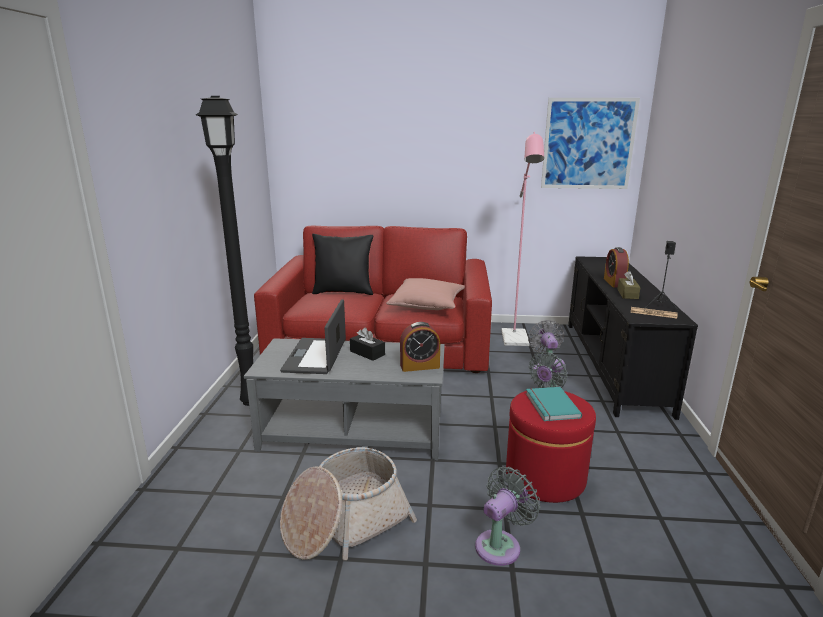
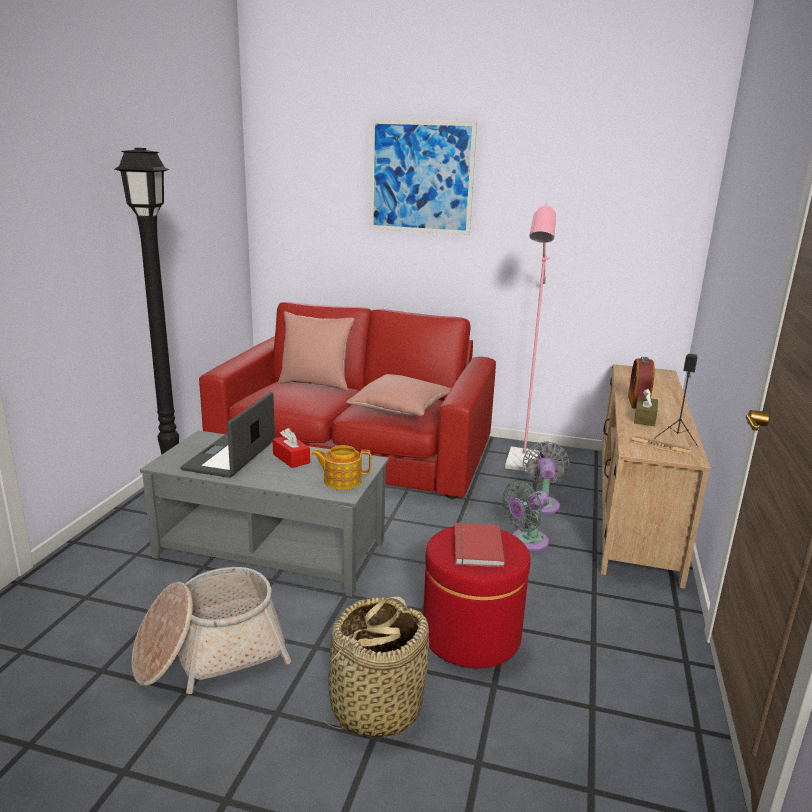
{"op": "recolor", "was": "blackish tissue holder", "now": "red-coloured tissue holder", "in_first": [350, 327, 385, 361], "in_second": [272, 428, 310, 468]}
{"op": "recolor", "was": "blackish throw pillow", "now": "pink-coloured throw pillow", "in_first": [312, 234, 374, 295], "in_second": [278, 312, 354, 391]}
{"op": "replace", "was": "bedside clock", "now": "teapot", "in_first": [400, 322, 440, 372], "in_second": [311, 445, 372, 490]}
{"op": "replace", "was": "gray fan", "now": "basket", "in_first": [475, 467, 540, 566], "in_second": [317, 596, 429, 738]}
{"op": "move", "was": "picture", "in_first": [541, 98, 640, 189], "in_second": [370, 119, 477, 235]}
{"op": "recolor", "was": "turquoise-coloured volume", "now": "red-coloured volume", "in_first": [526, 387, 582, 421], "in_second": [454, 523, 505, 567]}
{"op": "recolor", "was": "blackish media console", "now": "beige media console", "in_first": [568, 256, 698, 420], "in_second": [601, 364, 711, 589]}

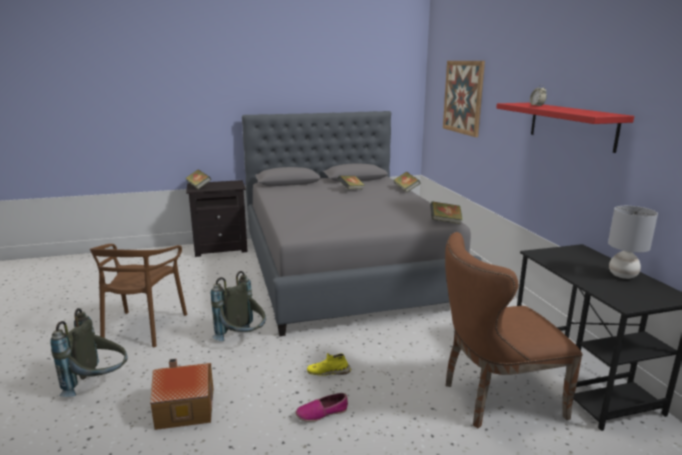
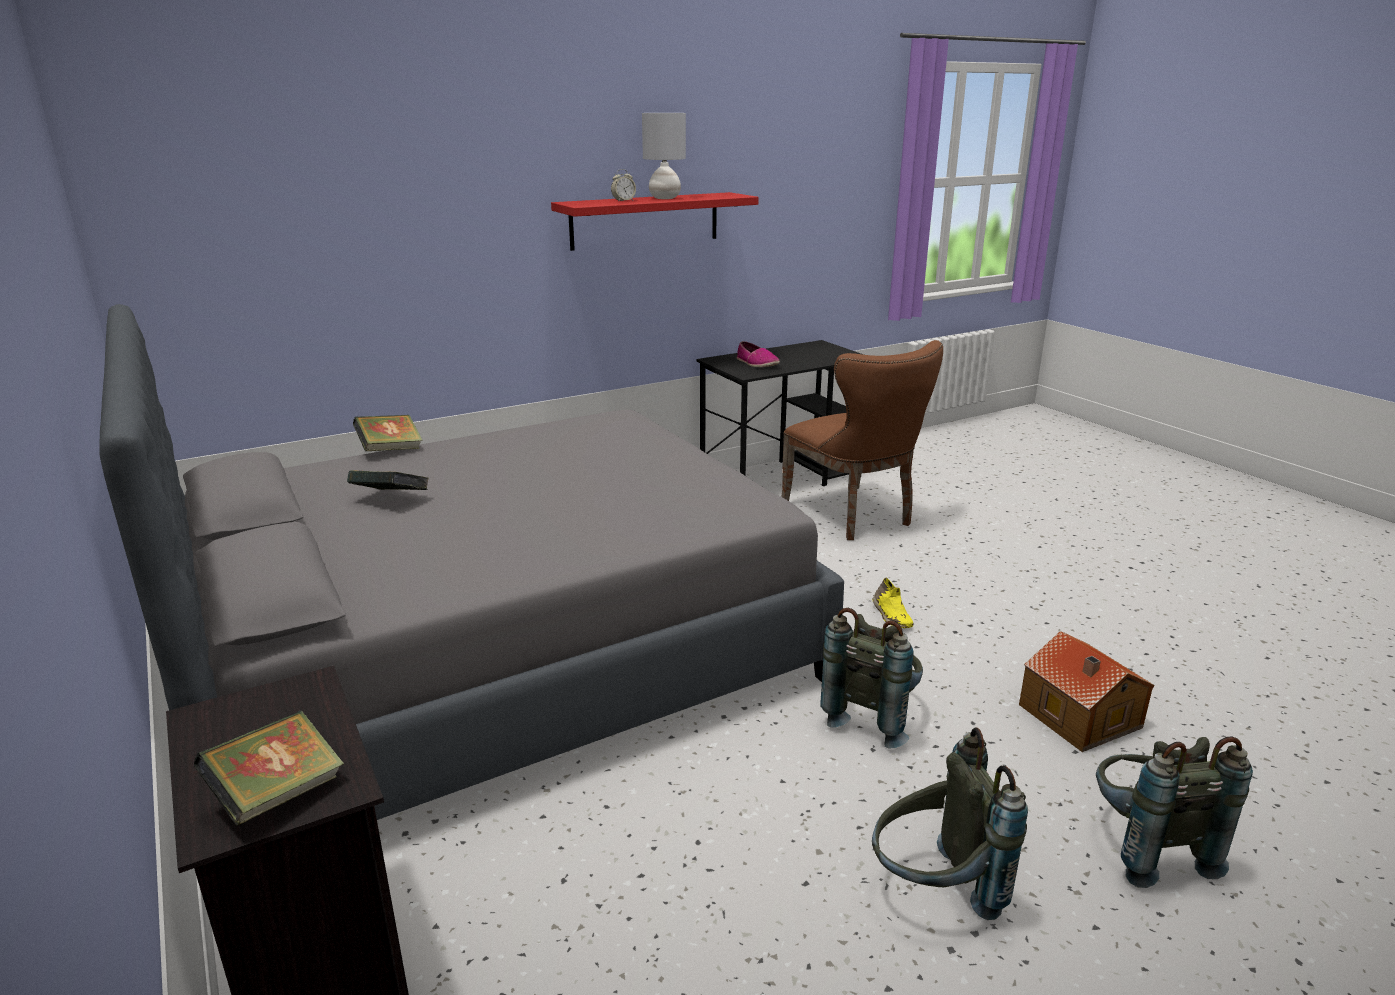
{"op": "move", "was": "gray lamp for a table", "in_first": [608, 206, 658, 279], "in_second": [642, 113, 686, 199]}
{"op": "move", "was": "shoe", "in_first": [295, 393, 348, 422], "in_second": [737, 341, 780, 367]}
{"op": "replace", "was": "brown-coloured chair", "now": "gray knapsack", "in_first": [90, 244, 187, 347], "in_second": [872, 727, 1028, 920]}
{"op": "delete", "was": "volume", "in_first": [430, 201, 463, 224]}
{"op": "delete", "was": "picture", "in_first": [443, 61, 485, 137]}

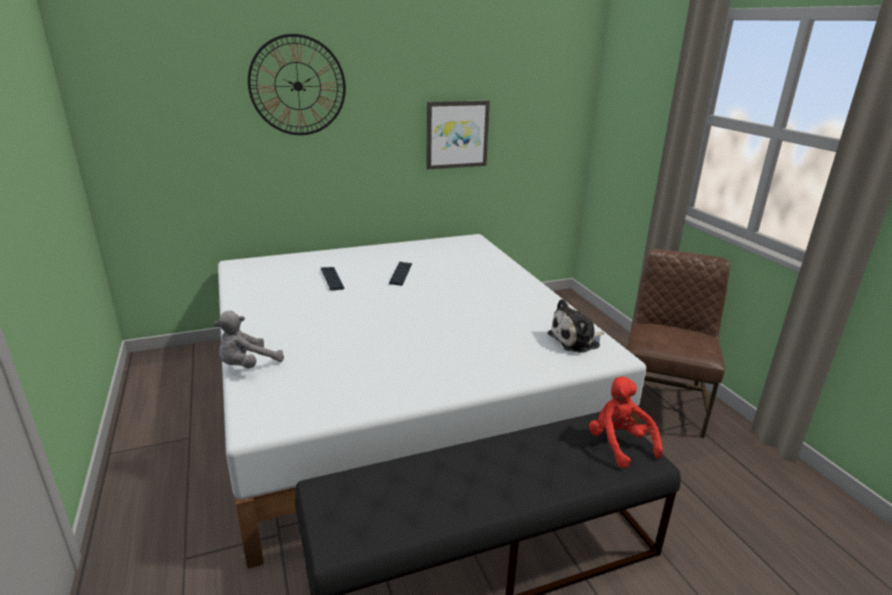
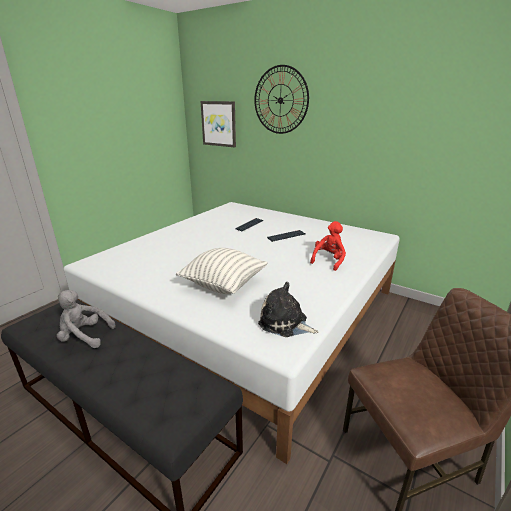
{"op": "move", "was": "gray plush toy", "in_first": [214, 310, 284, 369], "in_second": [57, 290, 116, 348]}
{"op": "insert", "now": "throw pillow", "in_second": [176, 248, 268, 294]}
{"op": "move", "was": "picture", "in_first": [426, 100, 490, 169], "in_second": [201, 101, 236, 147]}
{"op": "move", "was": "red-coloured plush toy", "in_first": [589, 377, 663, 468], "in_second": [310, 221, 346, 271]}

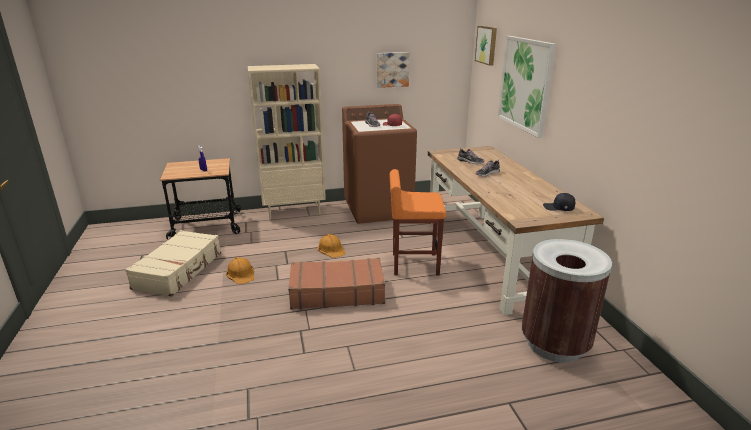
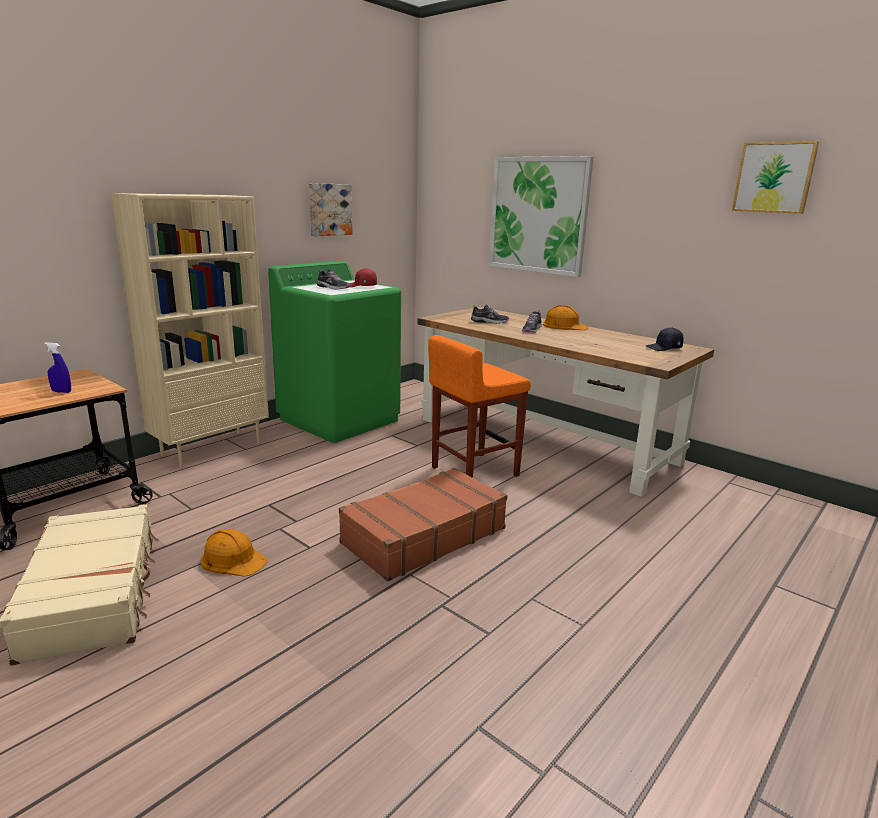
{"op": "recolor", "was": "brown-coloured laundry machine", "now": "green-coloured laundry machine", "in_first": [342, 104, 417, 224], "in_second": [268, 261, 401, 443]}
{"op": "move", "was": "orange hard hat", "in_first": [318, 234, 346, 258], "in_second": [543, 305, 589, 330]}
{"op": "move", "was": "picture", "in_first": [475, 26, 497, 66], "in_second": [732, 141, 819, 214]}
{"op": "delete", "was": "brown-coloured waste bin", "in_first": [522, 239, 612, 363]}

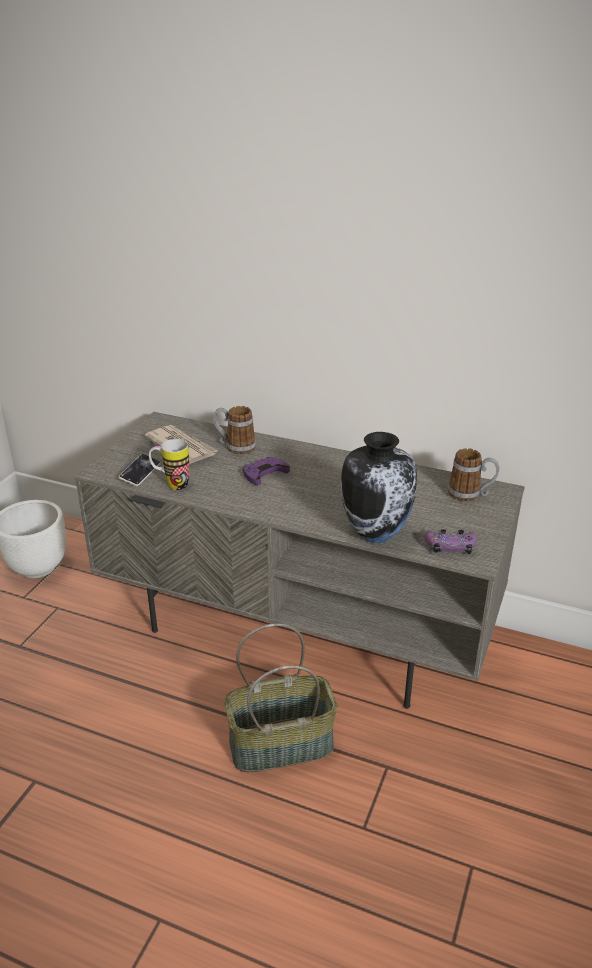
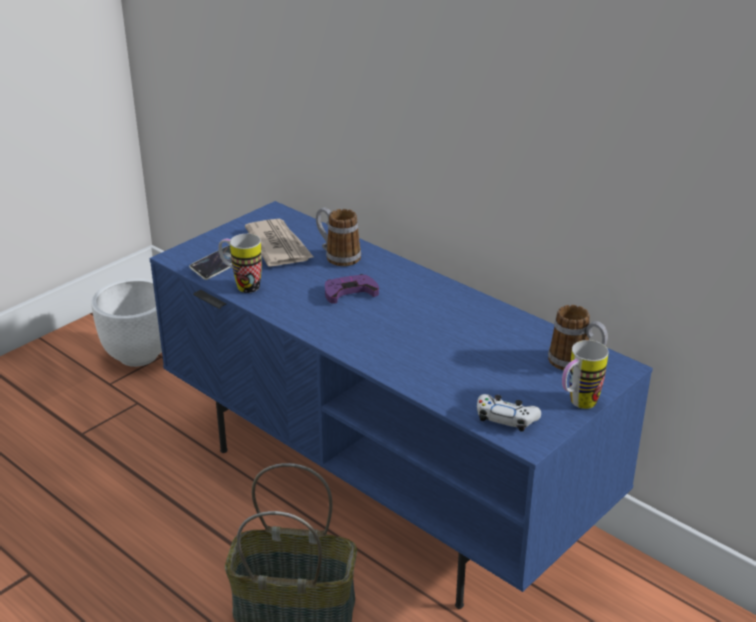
{"op": "recolor", "was": "gray media console", "now": "blue media console", "in_first": [75, 412, 525, 709], "in_second": [149, 201, 653, 609]}
{"op": "recolor", "was": "purplish joypad", "now": "whitish joypad", "in_first": [424, 529, 477, 554], "in_second": [477, 394, 541, 432]}
{"op": "insert", "now": "mug", "in_second": [562, 340, 609, 409]}
{"op": "delete", "was": "vase", "in_first": [341, 432, 417, 543]}

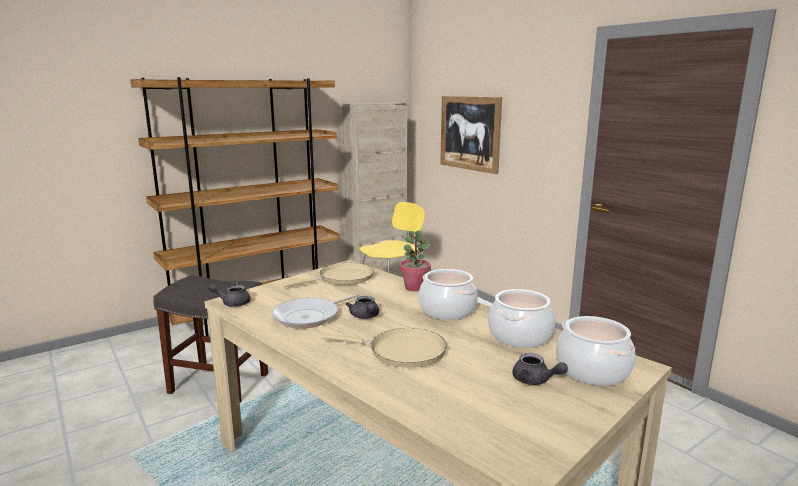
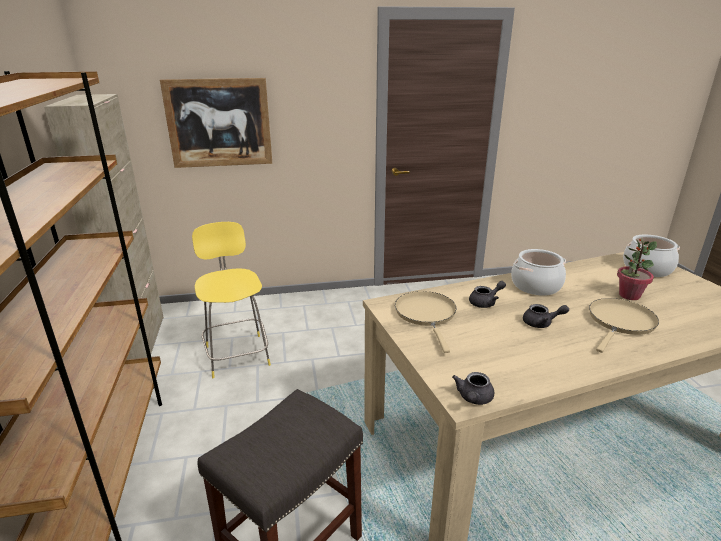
{"op": "move", "was": "gray teapot", "in_first": [512, 353, 568, 385], "in_second": [469, 281, 506, 308]}
{"op": "move", "was": "houseplant", "in_first": [399, 230, 431, 291], "in_second": [617, 238, 657, 300]}
{"op": "delete", "was": "skillet", "in_first": [272, 294, 360, 329]}
{"op": "delete", "was": "saucepot", "in_first": [488, 289, 555, 348]}

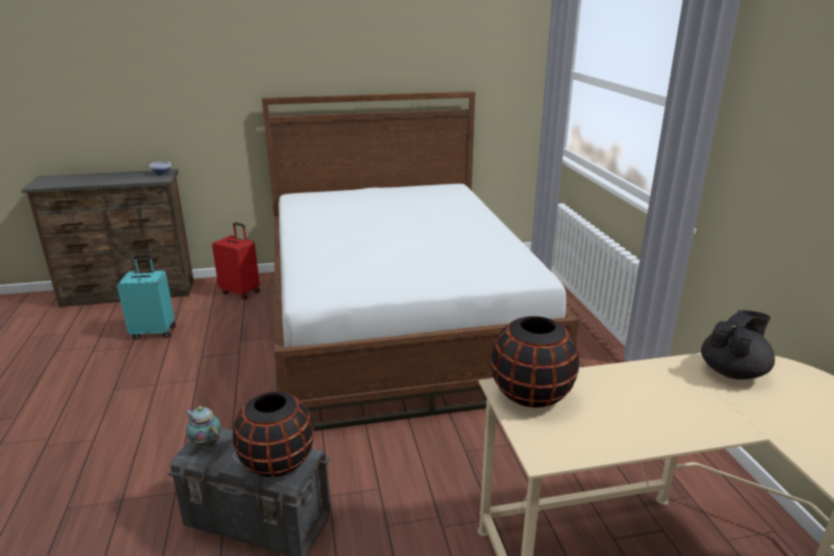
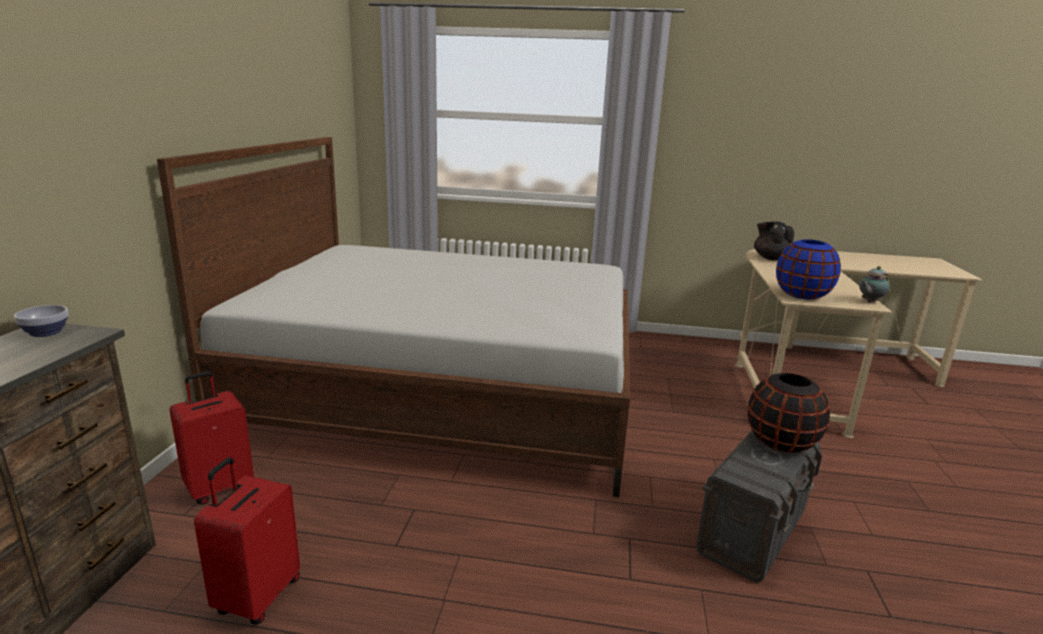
{"op": "recolor", "was": "turquoise-coloured suitcase", "now": "red-coloured suitcase", "in_first": [117, 255, 176, 339], "in_second": [194, 457, 300, 624]}
{"op": "recolor", "was": "blackish vase", "now": "blue vase", "in_first": [491, 316, 579, 408], "in_second": [776, 239, 841, 300]}
{"op": "move", "was": "teapot", "in_first": [185, 406, 221, 448], "in_second": [859, 266, 890, 302]}

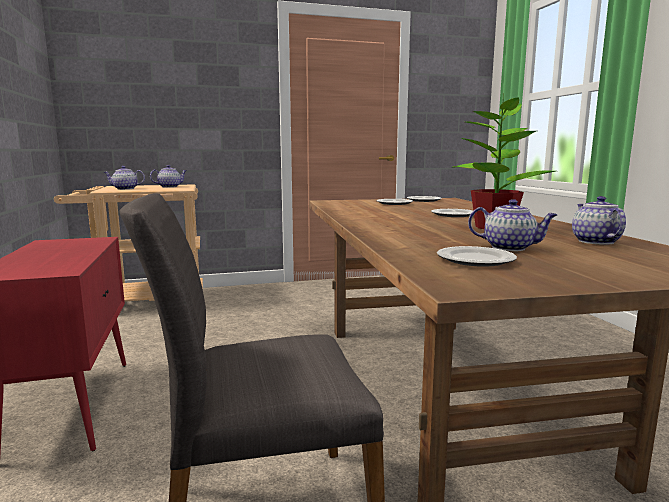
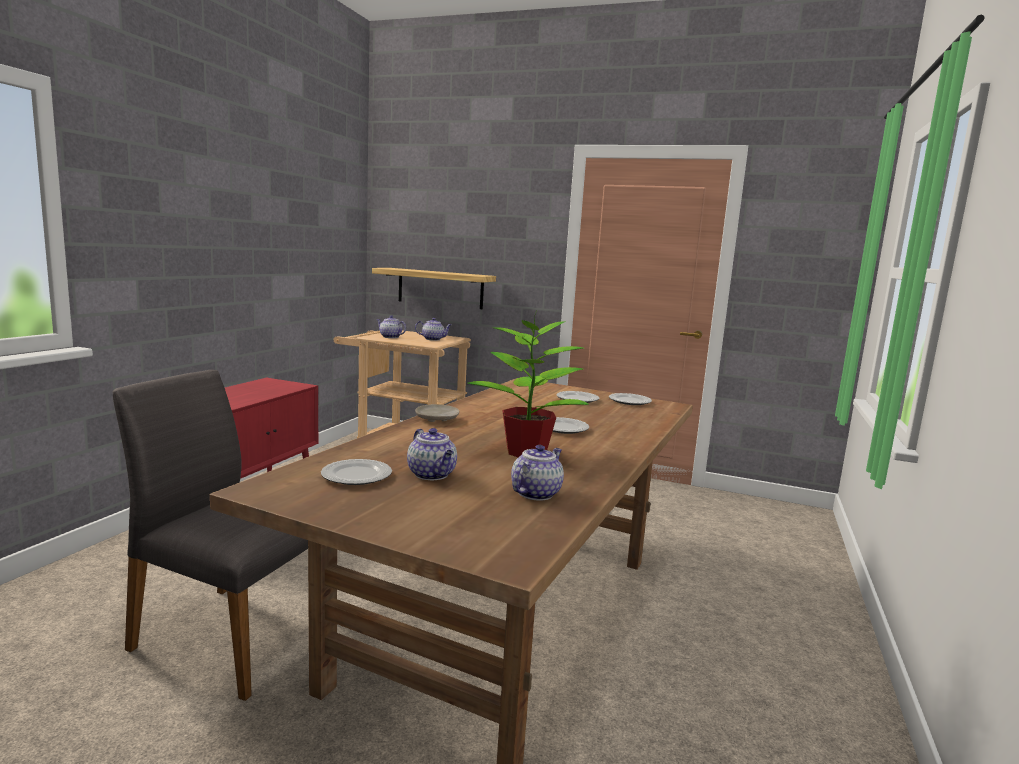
{"op": "insert", "now": "bracket shelf", "in_second": [372, 268, 496, 309]}
{"op": "insert", "now": "beige plate", "in_second": [415, 404, 460, 422]}

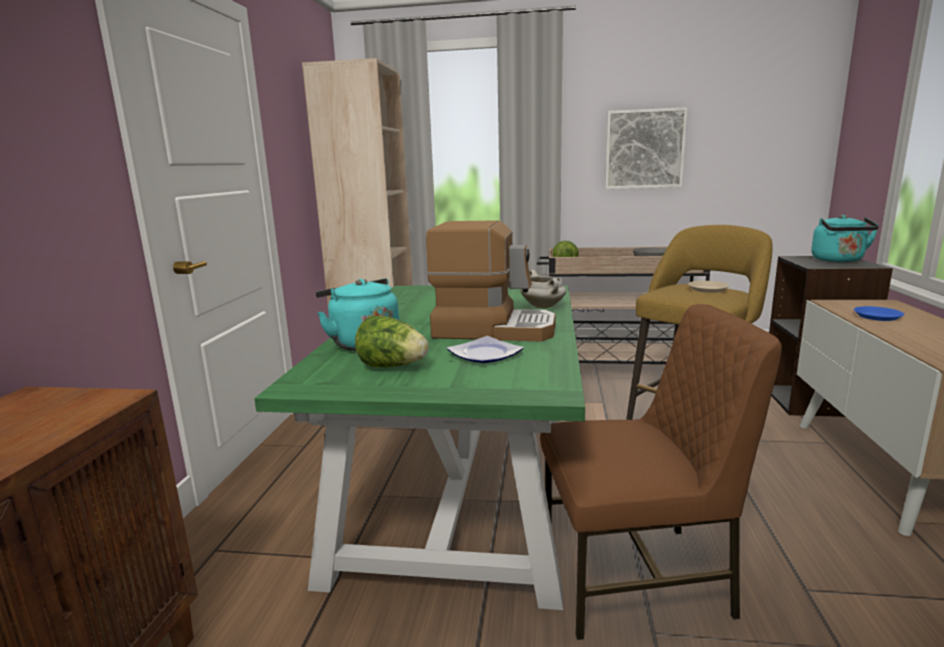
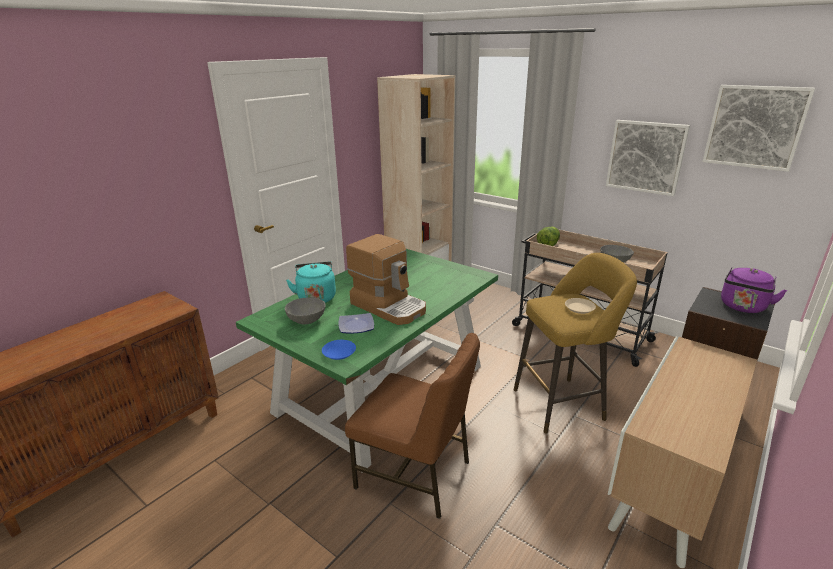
{"op": "replace", "was": "lettuce", "now": "gray deep dish", "in_first": [355, 316, 429, 367], "in_second": [285, 298, 326, 324]}
{"op": "move", "was": "blue plate", "in_first": [854, 306, 904, 321], "in_second": [322, 340, 356, 360]}
{"op": "insert", "now": "picture", "in_second": [702, 85, 815, 172]}
{"op": "recolor", "was": "turquoise-coloured water kettle", "now": "purplish water kettle", "in_first": [811, 215, 879, 262], "in_second": [721, 267, 787, 313]}
{"op": "delete", "was": "whitish saucepot", "in_first": [520, 270, 566, 308]}

